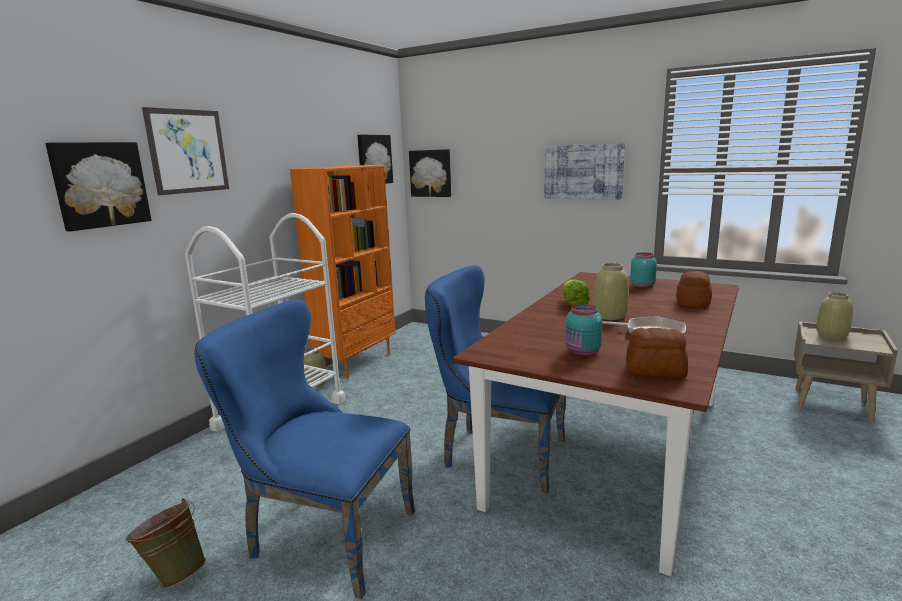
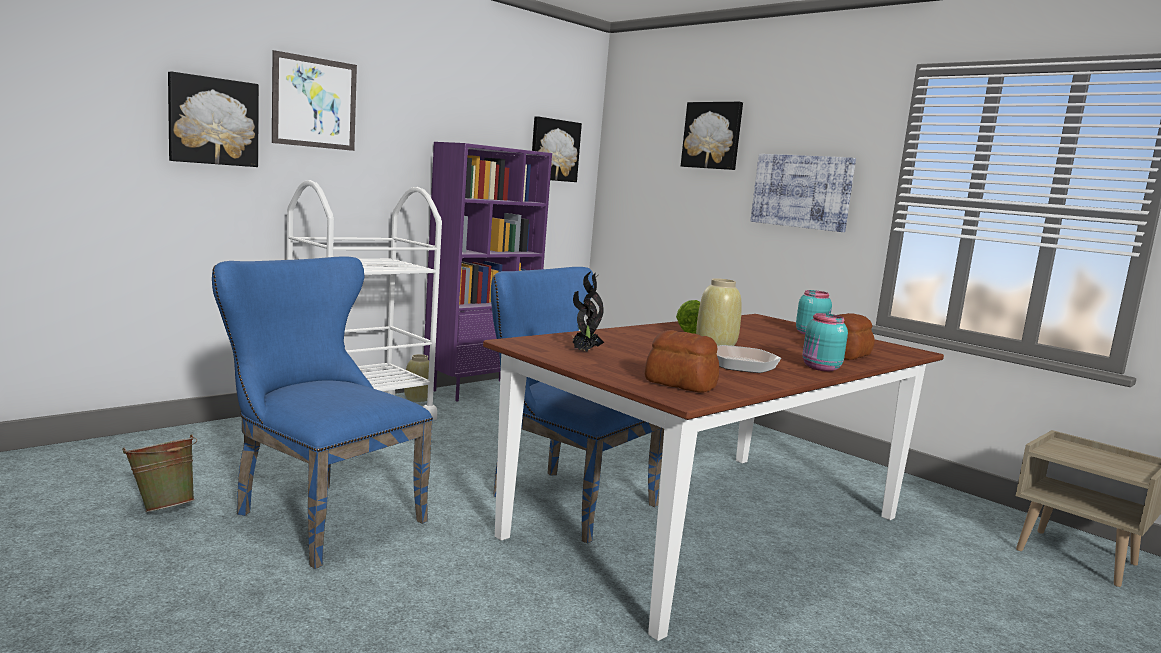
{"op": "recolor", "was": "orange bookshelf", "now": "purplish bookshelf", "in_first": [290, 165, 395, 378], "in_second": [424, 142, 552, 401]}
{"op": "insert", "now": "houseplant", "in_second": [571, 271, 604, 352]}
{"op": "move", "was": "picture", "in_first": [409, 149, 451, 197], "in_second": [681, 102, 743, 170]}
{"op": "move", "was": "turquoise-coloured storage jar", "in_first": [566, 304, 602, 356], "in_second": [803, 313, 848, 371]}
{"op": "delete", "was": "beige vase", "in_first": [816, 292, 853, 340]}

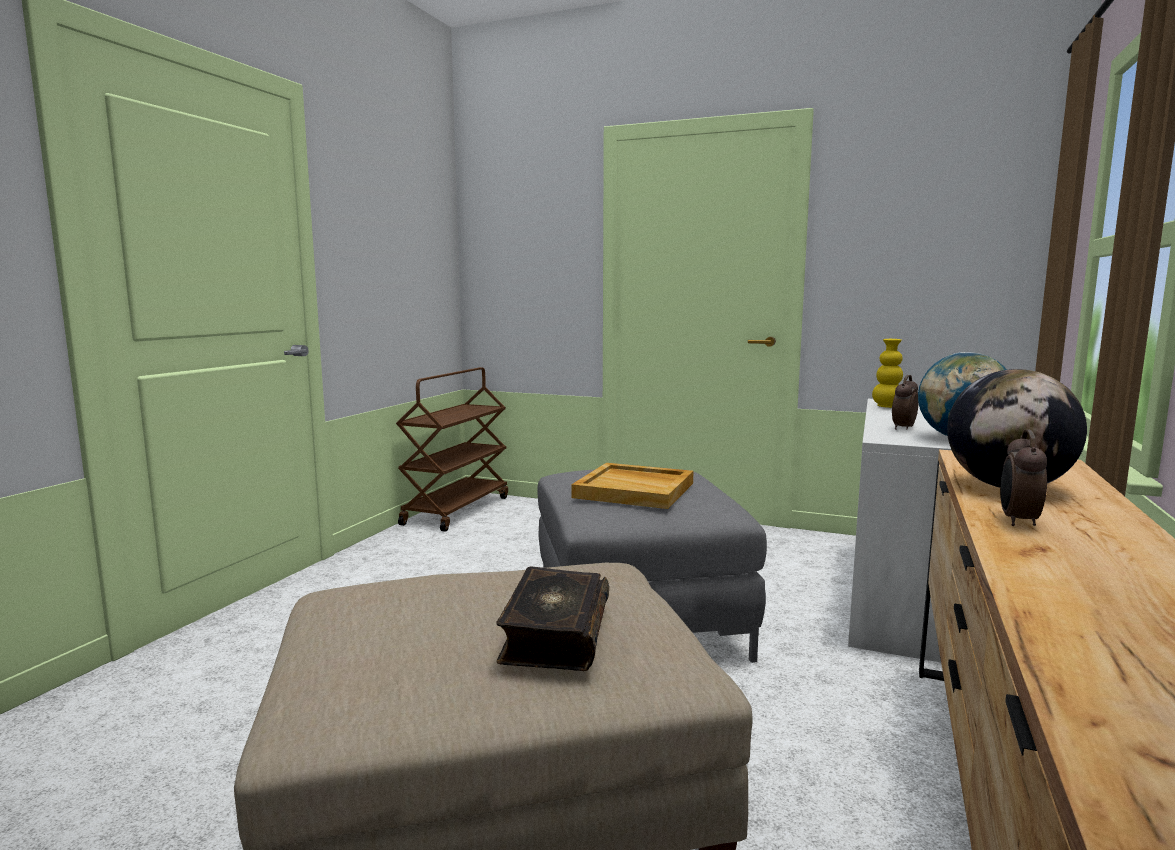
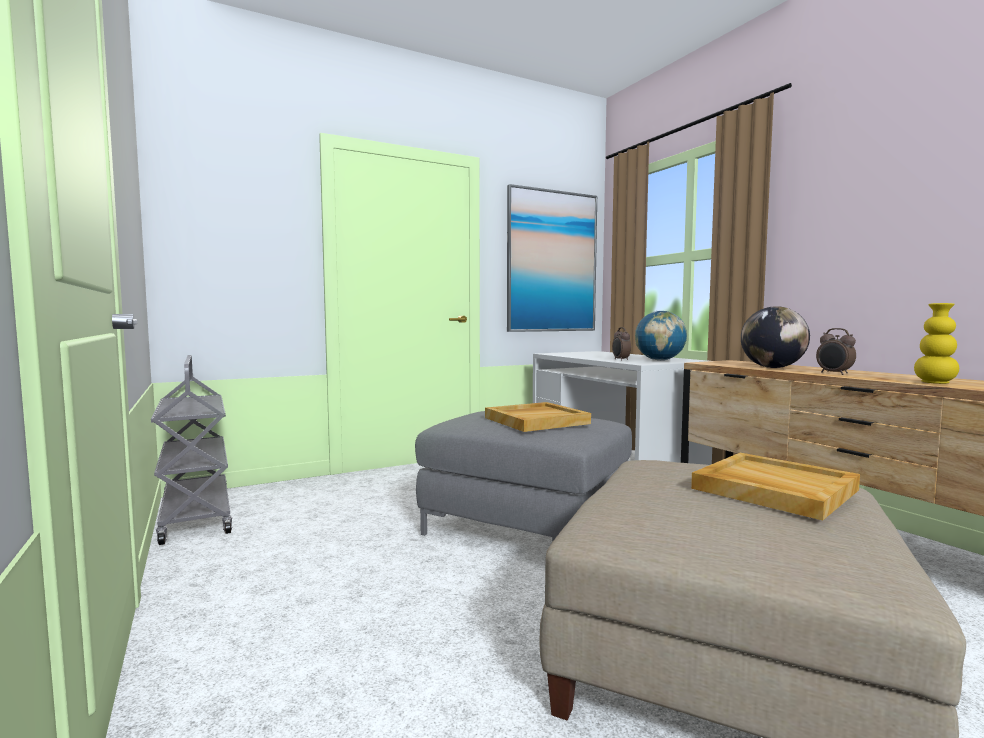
{"op": "recolor", "was": "brown-coloured wheeled cart", "now": "gray wheeled cart", "in_first": [396, 367, 508, 532], "in_second": [151, 355, 232, 545]}
{"op": "insert", "now": "picture", "in_second": [507, 184, 597, 332]}
{"op": "replace", "was": "volume", "now": "beige serving tray", "in_first": [497, 566, 609, 671], "in_second": [691, 453, 860, 521]}
{"op": "move", "was": "yellow-coloured vase", "in_first": [872, 339, 903, 408], "in_second": [914, 303, 959, 384]}

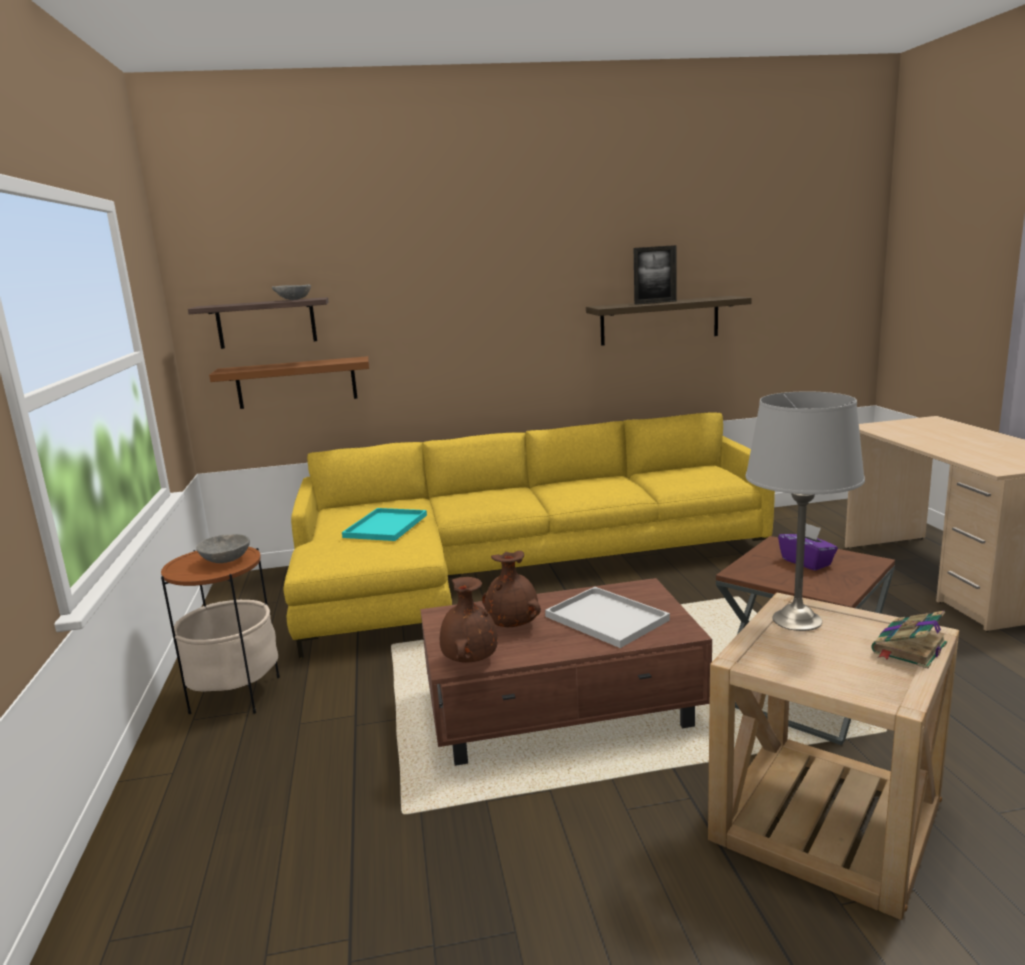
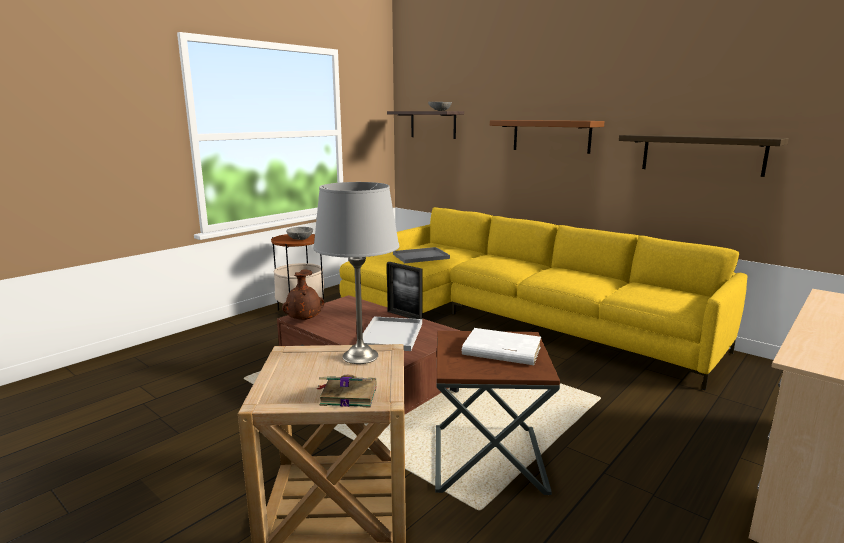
{"op": "move", "was": "standing frame", "in_first": [634, 245, 677, 305], "in_second": [387, 262, 423, 320]}
{"op": "recolor", "was": "turquoise-coloured serving tray", "now": "gray serving tray", "in_first": [342, 508, 427, 541], "in_second": [393, 247, 450, 263]}
{"op": "replace", "was": "purplish tissue holder", "now": "whitish volume", "in_first": [778, 524, 838, 571], "in_second": [462, 328, 541, 365]}
{"op": "move", "was": "brown-coloured bracket shelf", "in_first": [209, 356, 369, 409], "in_second": [490, 120, 605, 154]}
{"op": "delete", "was": "brown-coloured vase", "in_first": [482, 551, 541, 627]}

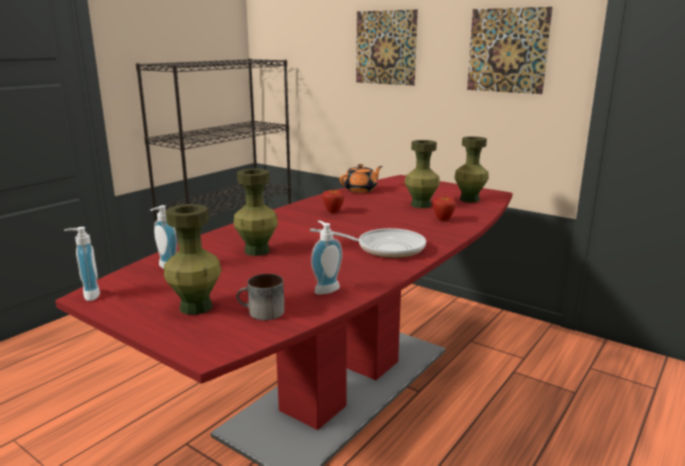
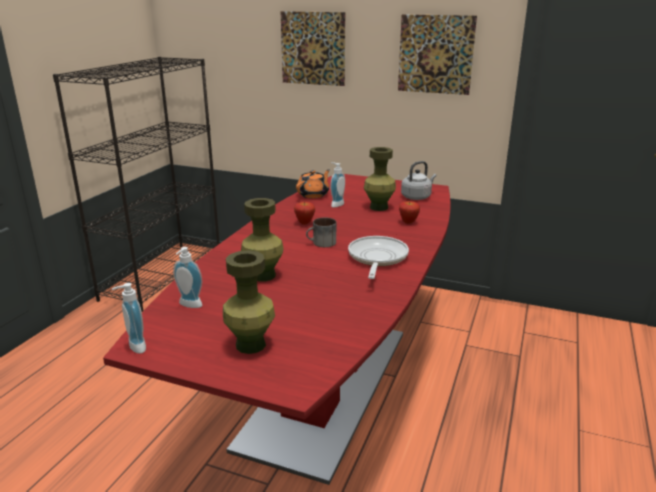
{"op": "move", "was": "mug", "in_first": [236, 274, 285, 320], "in_second": [306, 217, 336, 247]}
{"op": "move", "was": "liquid soap bottle", "in_first": [311, 221, 342, 295], "in_second": [330, 162, 345, 207]}
{"op": "rotate", "was": "skillet", "in_first": [310, 228, 426, 258], "in_second": [348, 236, 409, 279], "clockwise": -75}
{"op": "replace", "was": "green-coloured vase", "now": "gray water kettle", "in_first": [454, 136, 489, 203], "in_second": [401, 161, 436, 200]}

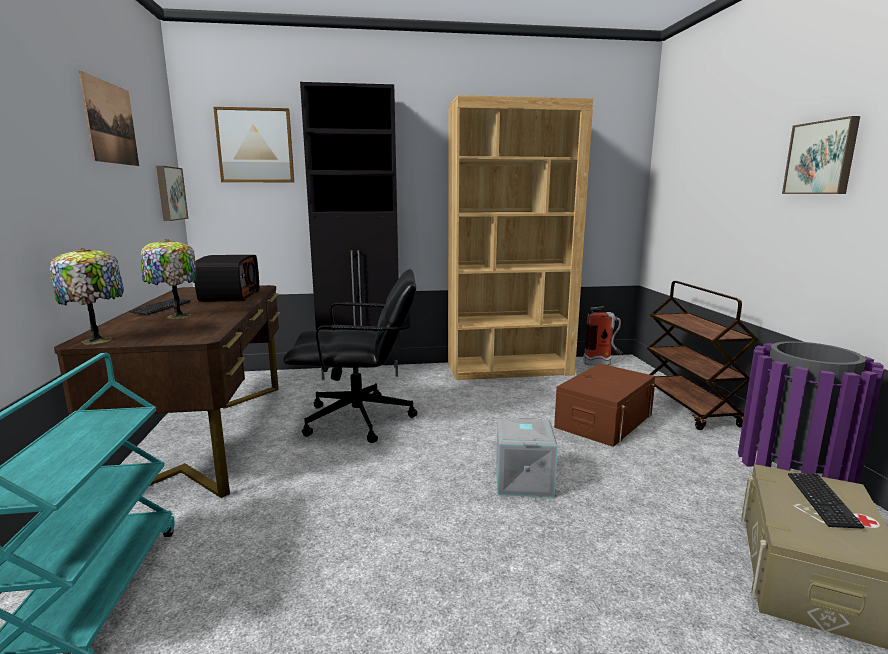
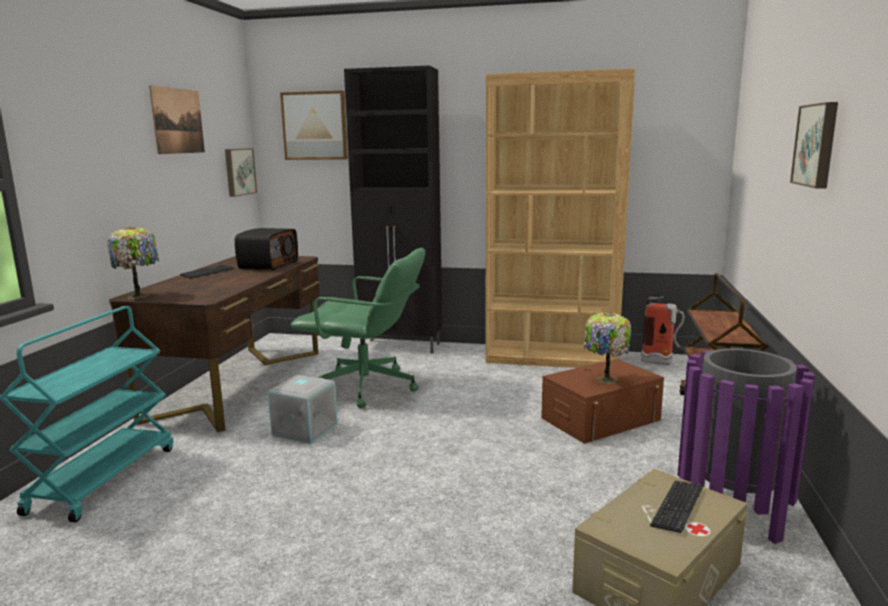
{"op": "move", "was": "gray storage box", "in_first": [496, 418, 558, 498], "in_second": [268, 375, 338, 444]}
{"op": "recolor", "was": "blackish computer chair", "now": "green-coloured computer chair", "in_first": [283, 269, 417, 443], "in_second": [290, 248, 425, 408]}
{"op": "move", "was": "lamp for a table", "in_first": [141, 239, 196, 319], "in_second": [584, 312, 631, 384]}

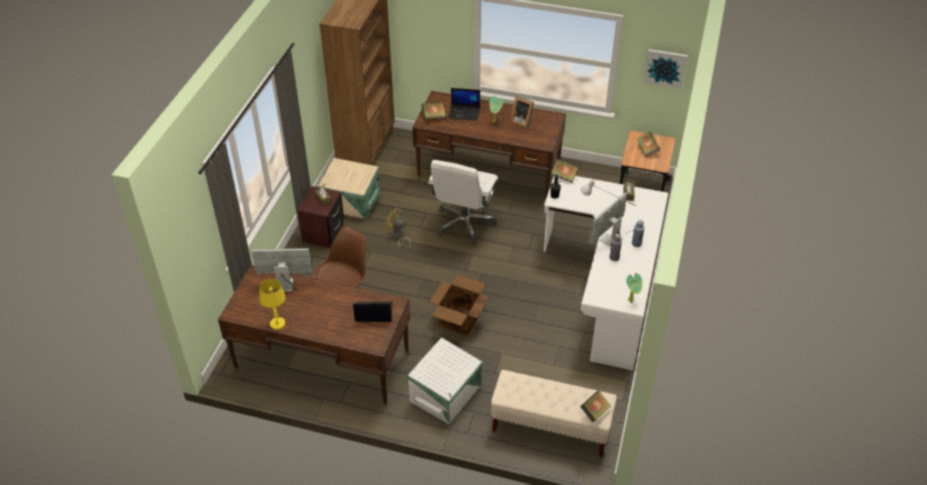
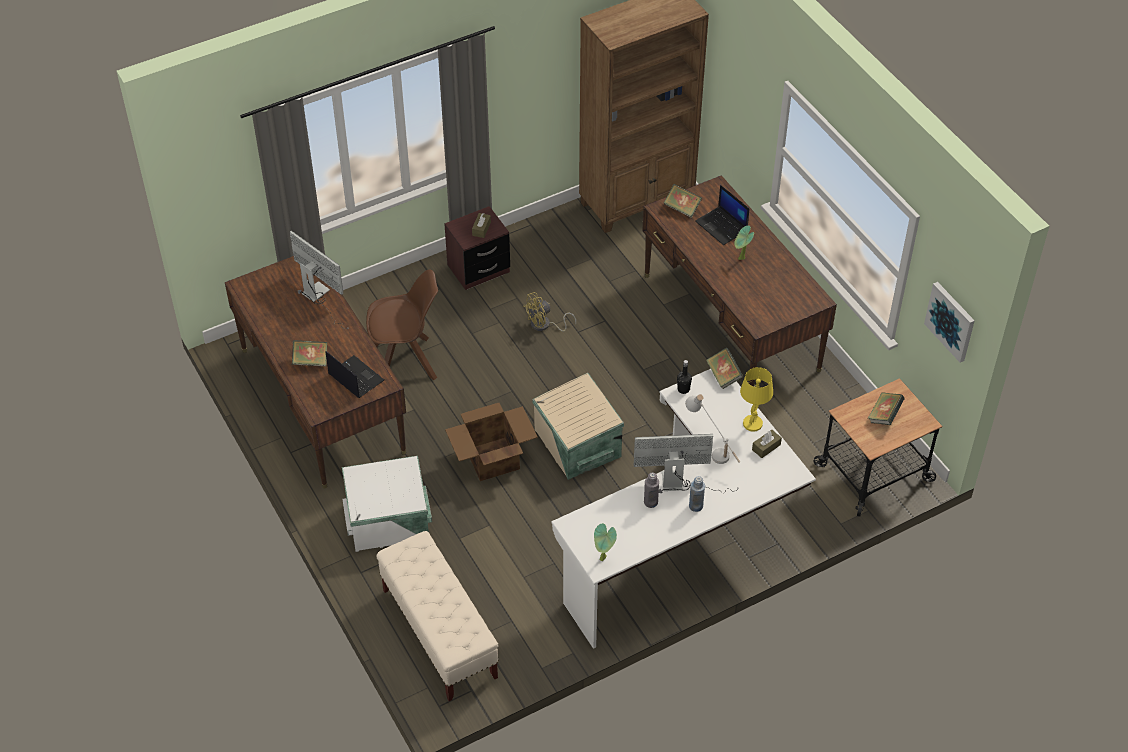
{"op": "move", "was": "volume", "in_first": [580, 391, 611, 422], "in_second": [292, 340, 327, 367]}
{"op": "rotate", "was": "yellow-coloured fan", "in_first": [386, 208, 411, 248], "in_second": [523, 292, 576, 332], "clockwise": -105}
{"op": "move", "was": "beige storage box", "in_first": [318, 158, 380, 220], "in_second": [533, 373, 624, 480]}
{"op": "move", "was": "yellow-coloured lamp for a table", "in_first": [260, 279, 285, 330], "in_second": [740, 367, 773, 432]}
{"op": "delete", "was": "whitish computer chair", "in_first": [428, 160, 498, 245]}
{"op": "delete", "was": "standing frame", "in_first": [510, 96, 534, 129]}

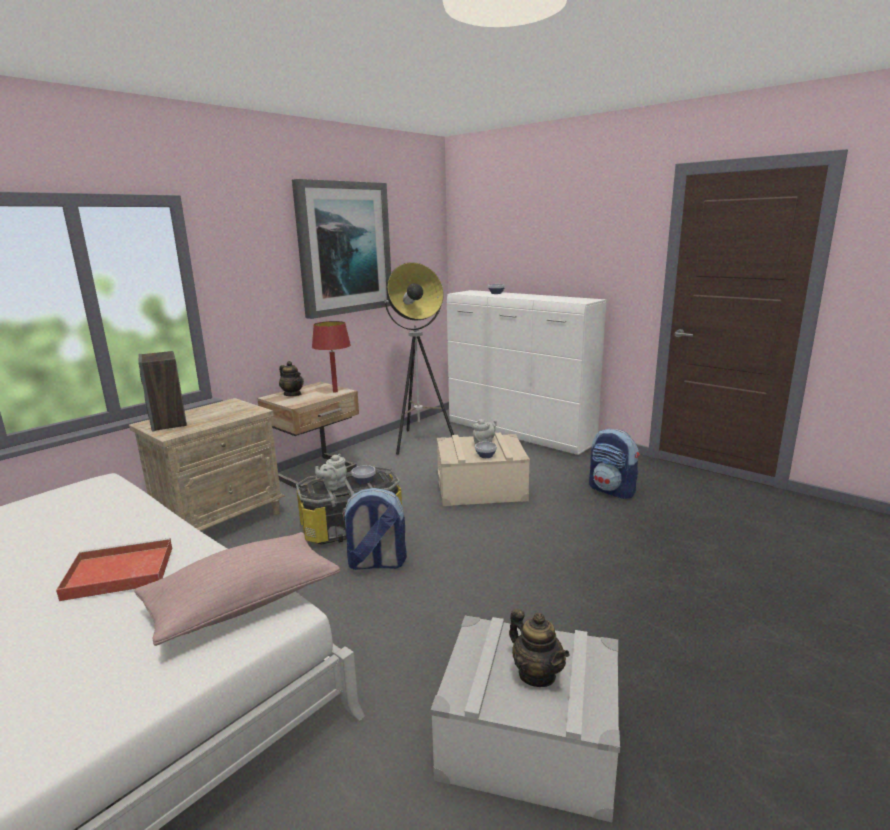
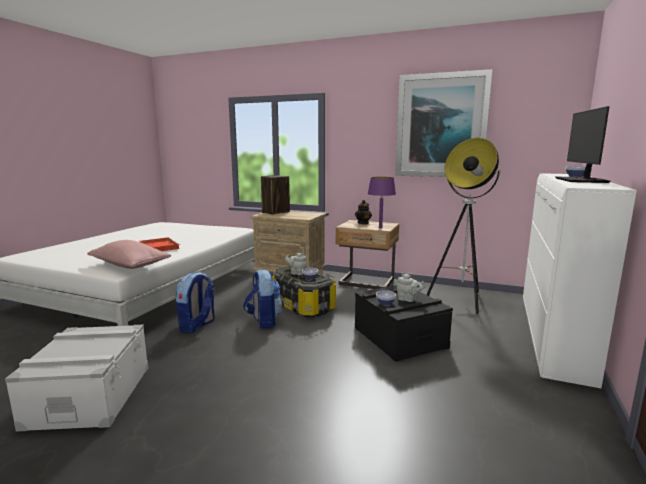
{"op": "move", "was": "knapsack", "in_first": [589, 429, 640, 499], "in_second": [176, 272, 215, 333]}
{"op": "recolor", "was": "beige storage box", "now": "blackish storage box", "in_first": [437, 433, 530, 506], "in_second": [355, 285, 453, 362]}
{"op": "recolor", "was": "red-coloured lamp for a table", "now": "purplish lamp for a table", "in_first": [312, 321, 351, 393], "in_second": [368, 177, 396, 229]}
{"op": "insert", "now": "computer screen", "in_second": [556, 106, 610, 183]}
{"op": "delete", "was": "teapot", "in_first": [509, 609, 569, 687]}

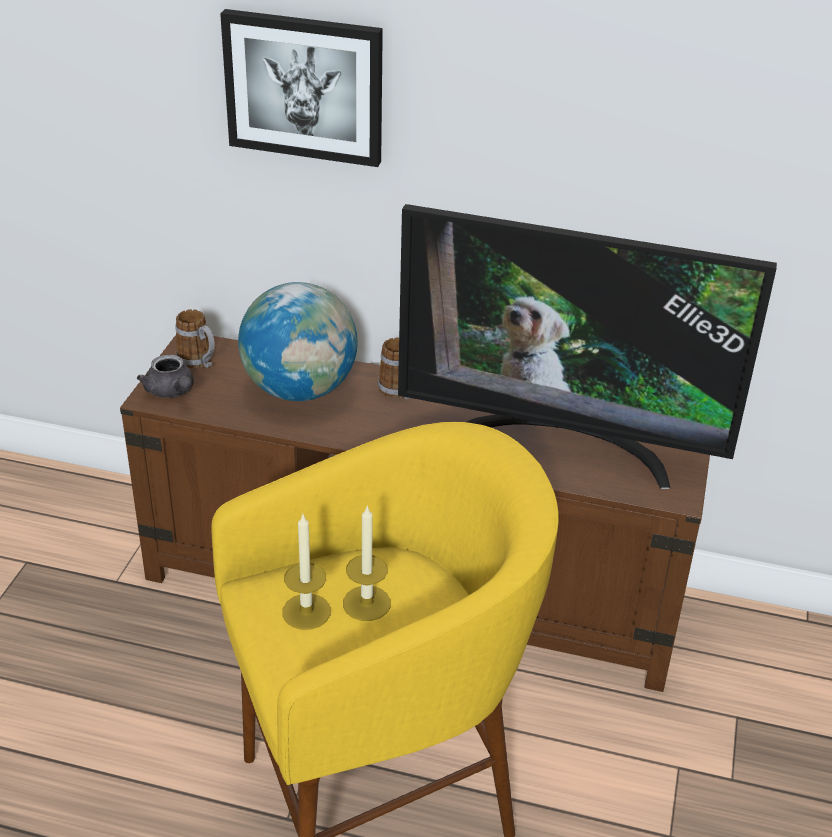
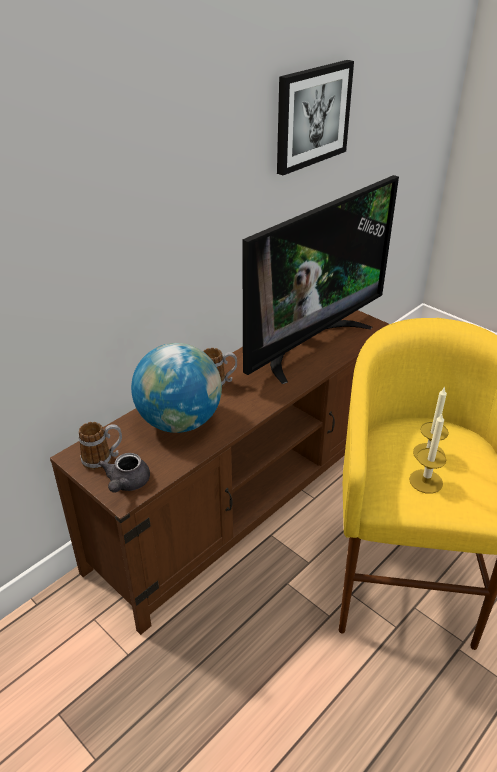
{"op": "rotate", "was": "gray teapot", "in_first": [137, 354, 194, 398], "in_second": [98, 453, 150, 492], "clockwise": 105}
{"op": "move", "was": "picture", "in_first": [220, 9, 383, 167], "in_second": [277, 60, 354, 175]}

